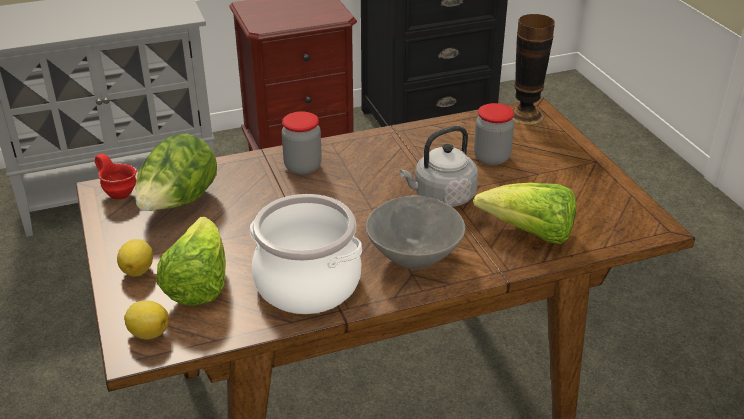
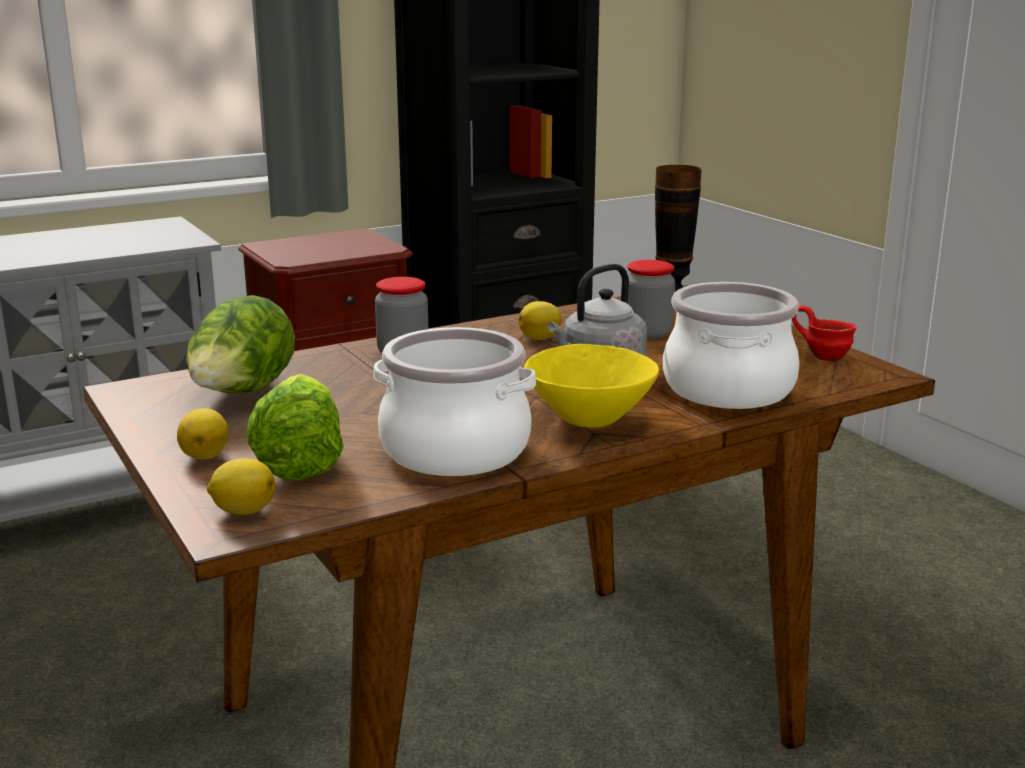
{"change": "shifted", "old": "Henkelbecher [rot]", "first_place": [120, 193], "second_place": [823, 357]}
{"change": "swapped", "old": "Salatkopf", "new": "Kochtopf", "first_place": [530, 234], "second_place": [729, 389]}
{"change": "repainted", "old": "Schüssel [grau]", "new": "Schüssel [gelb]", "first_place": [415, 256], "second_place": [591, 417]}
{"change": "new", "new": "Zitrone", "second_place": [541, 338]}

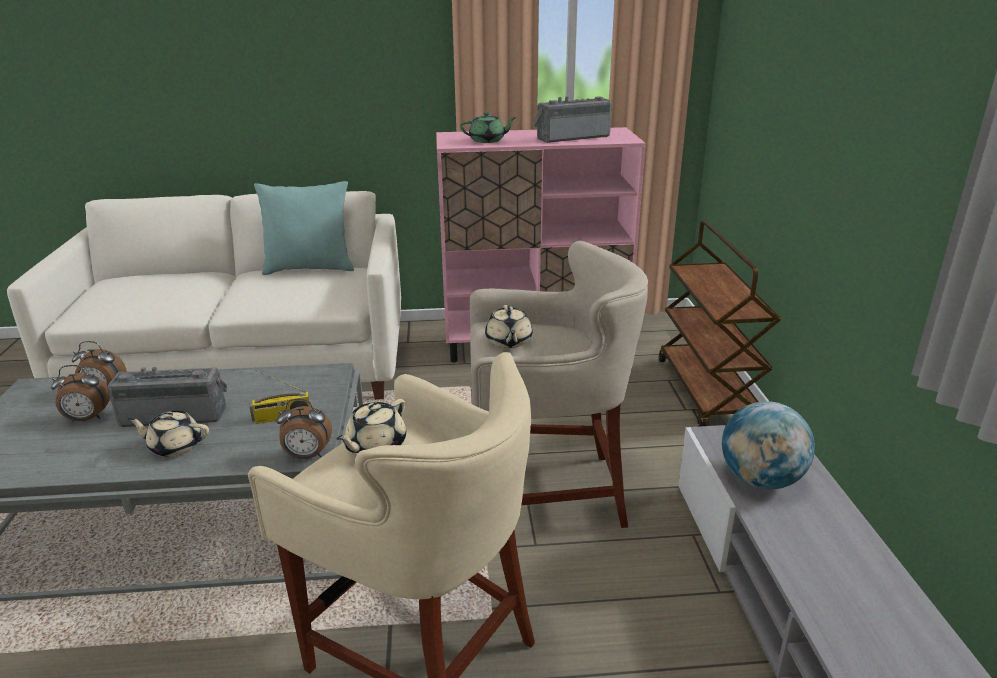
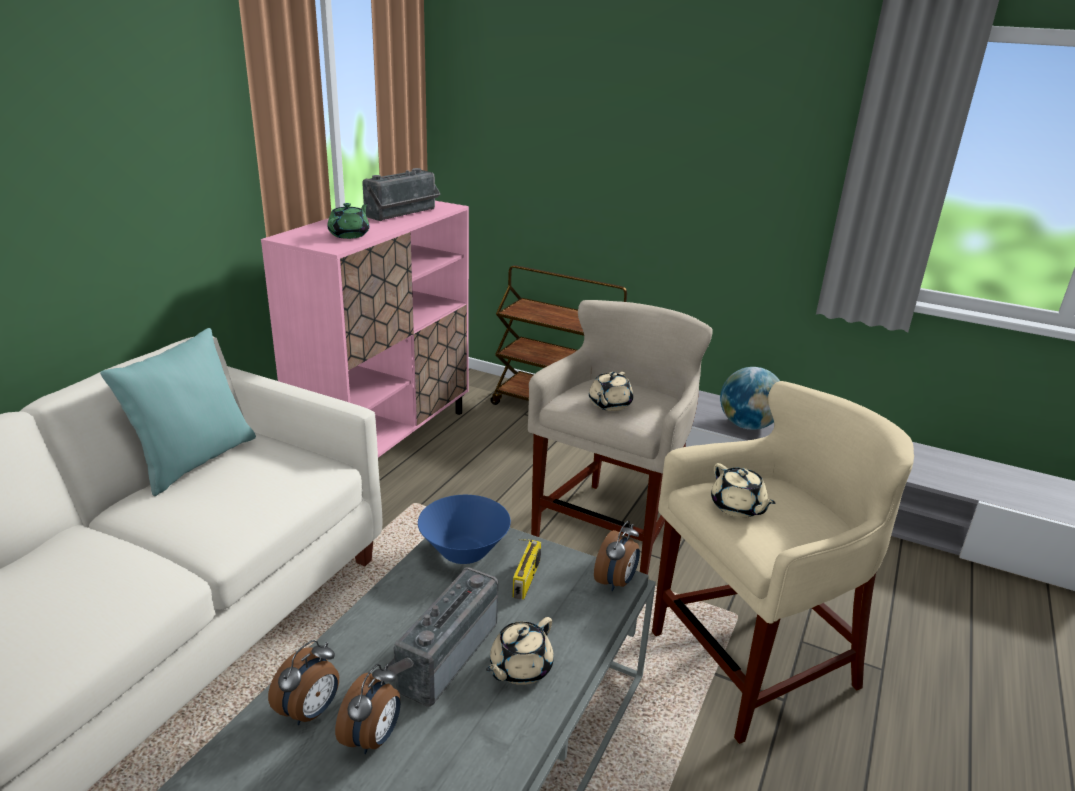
{"change": "rotated", "old": "Radio", "first_place": [571, 137], "second_place": [403, 214], "degrees": -150}
{"change": "rotated", "old": "Teekanne [beige]", "first_place": [508, 341], "second_place": [609, 404], "degrees": 90}
{"change": "new", "new": "Schüssel [blau]", "second_place": [464, 551]}

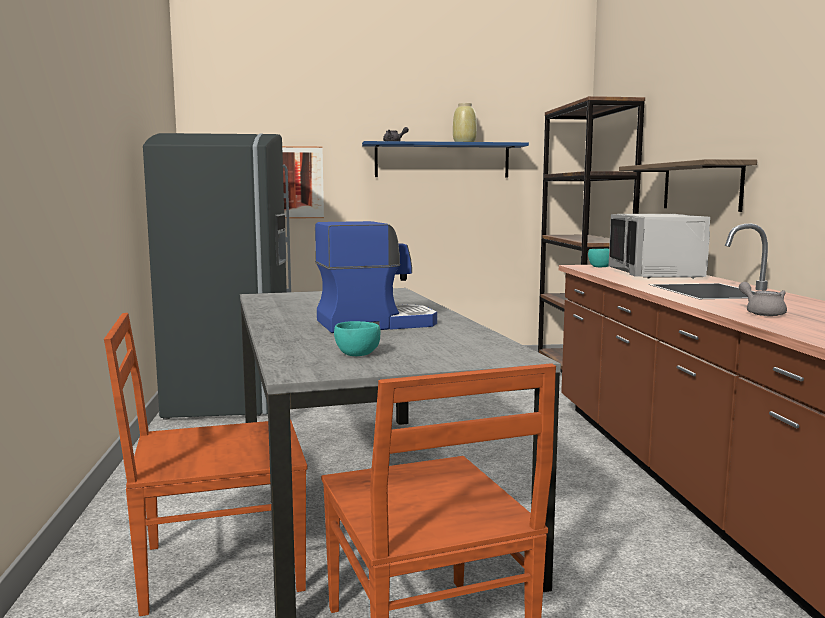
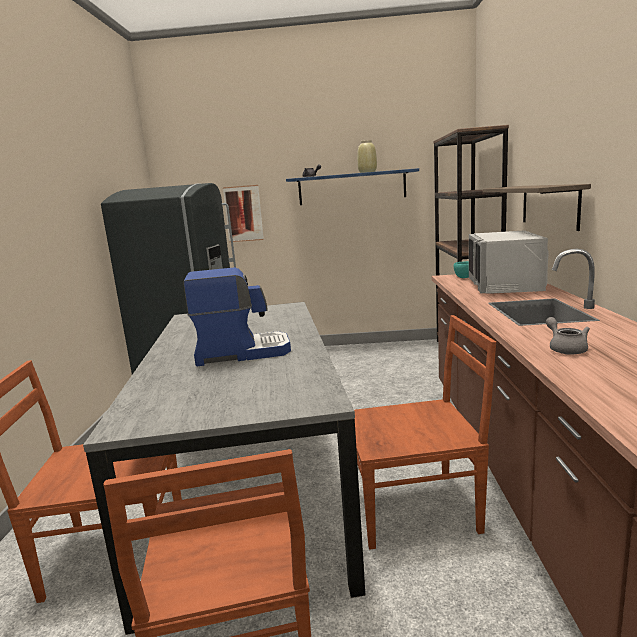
{"change": "gone", "old": "Schüssel [türkis]", "first_place": [358, 354]}
{"change": "new", "new": "Stuhl [braun]", "second_place": [416, 509]}

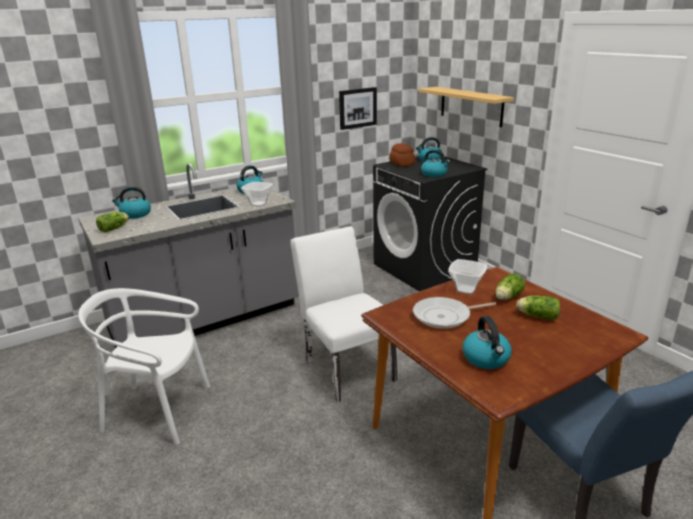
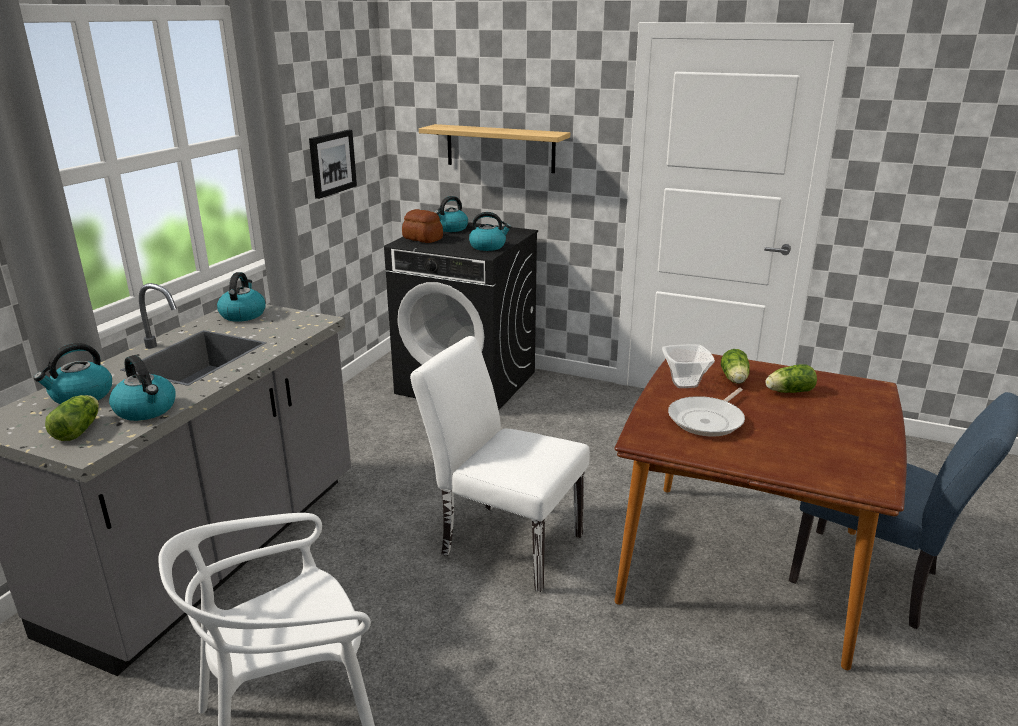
{"change": "gone", "old": "Schüssel", "first_place": [258, 204]}
{"change": "shifted", "old": "Wasserkessel", "first_place": [486, 358], "second_place": [146, 410]}

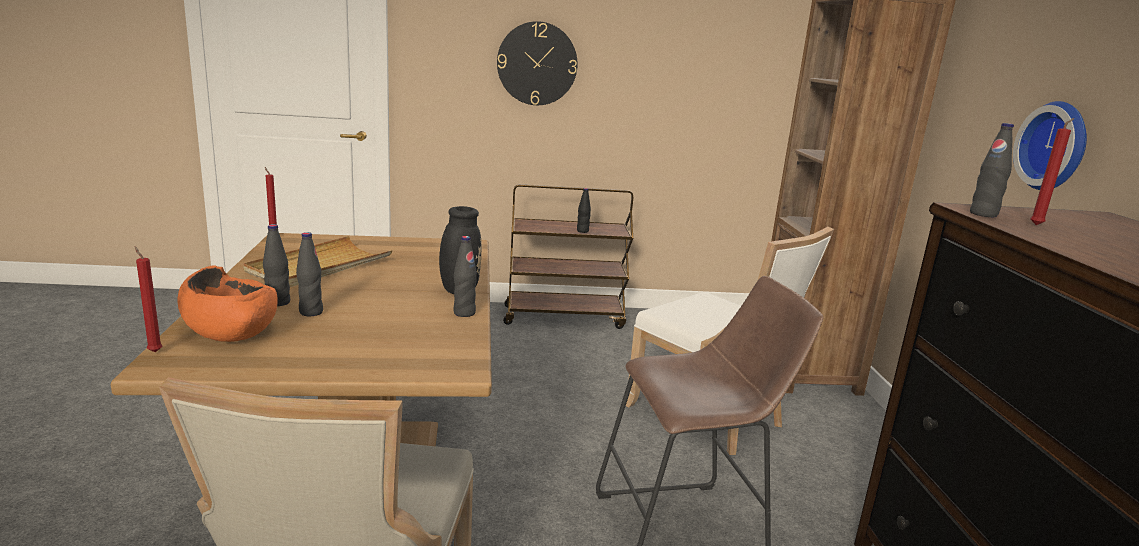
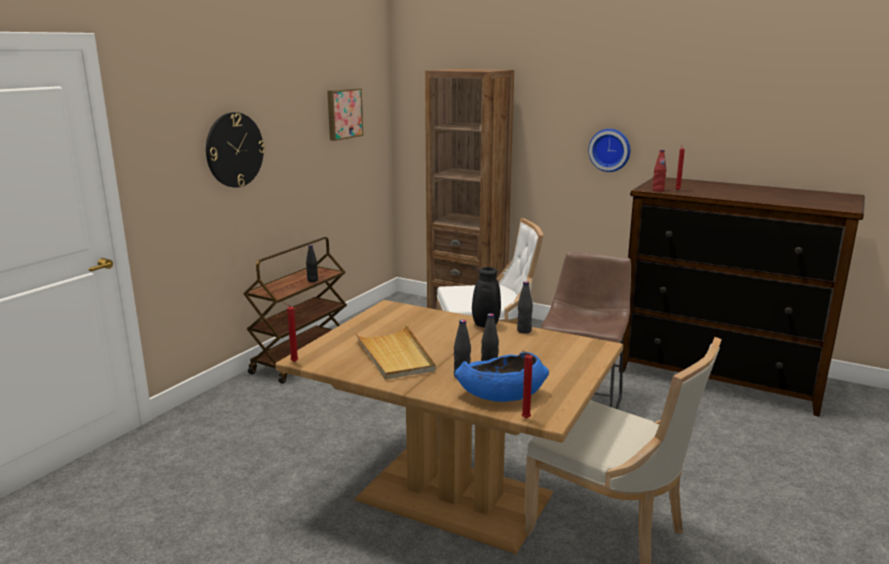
{"change": "repainted", "old": "Flasche [schwarz]", "new": "Flasche [rot]", "first_place": [983, 214], "second_place": [658, 190]}
{"change": "repainted", "old": "Schüssel [orange]", "new": "Schüssel [blau]", "first_place": [230, 328], "second_place": [500, 394]}
{"change": "new", "new": "Bild", "second_place": [343, 113]}

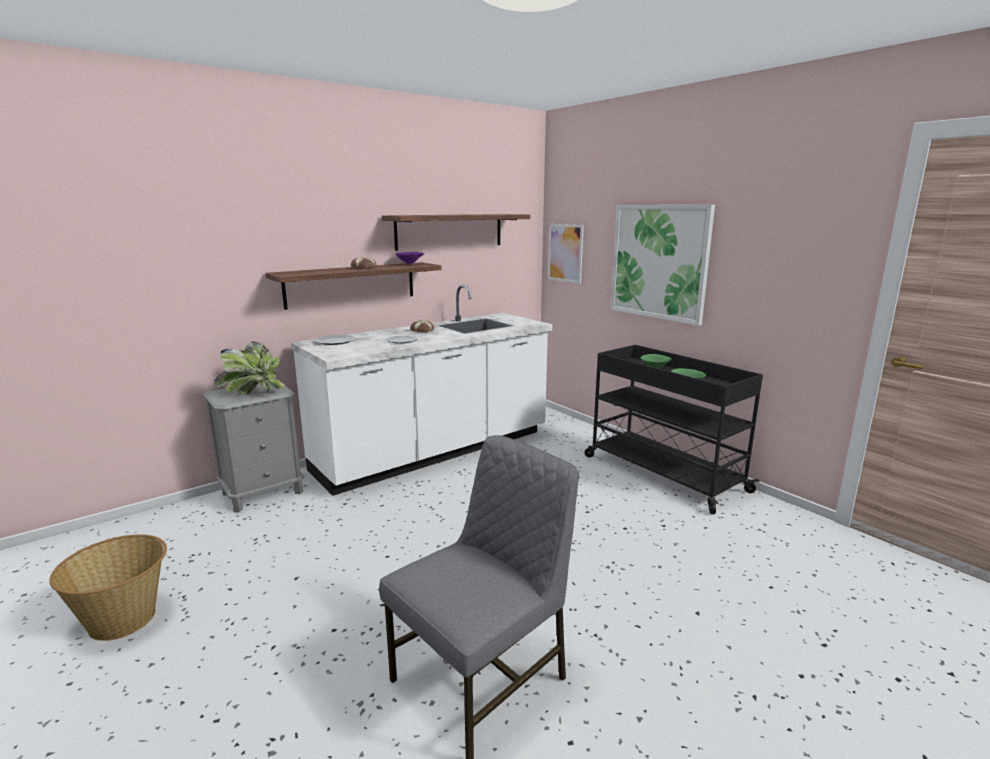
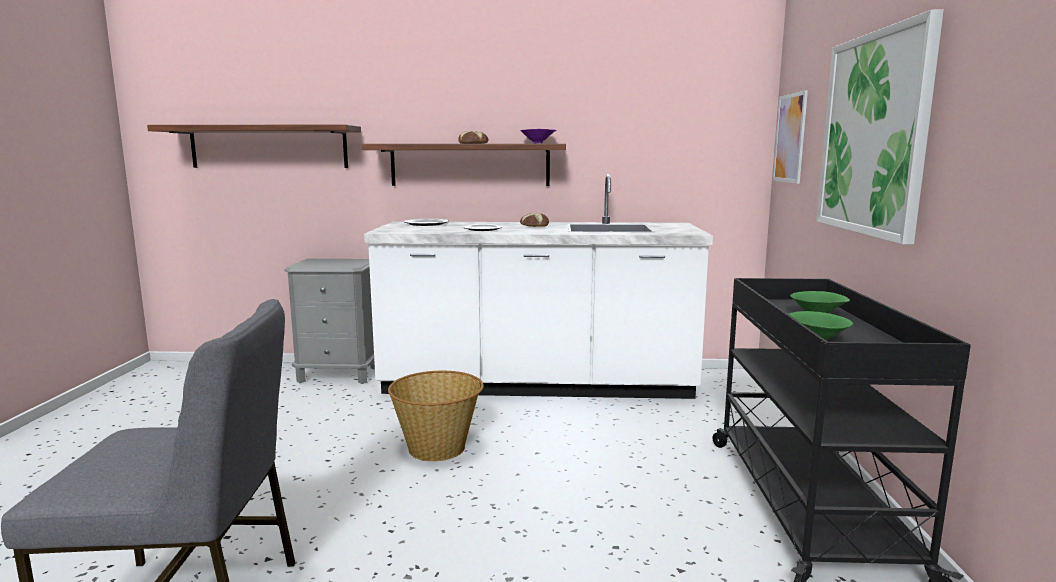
{"change": "shifted", "old": "Wandregal", "first_place": [450, 231], "second_place": [269, 147]}
{"change": "gone", "old": "Topfpflanze", "first_place": [252, 392]}
{"change": "shifted", "old": "Korb", "first_place": [124, 619], "second_place": [438, 448]}

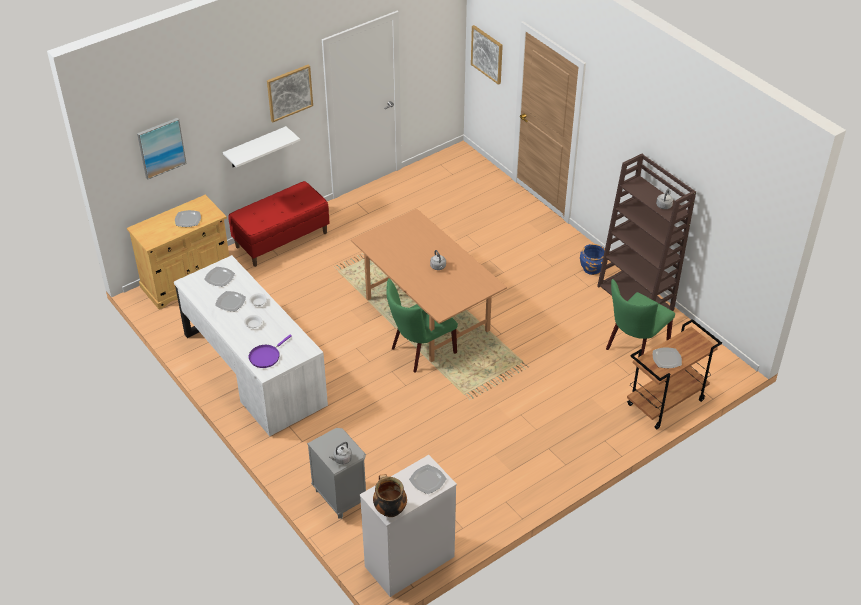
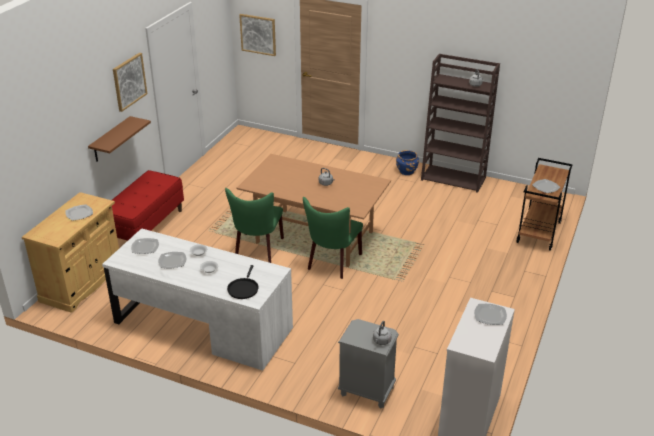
{"change": "gone", "old": "Bild", "first_place": [161, 148]}
{"change": "repainted", "old": "Wandregal [weiß]", "new": "Wandregal [braun]", "first_place": [255, 148], "second_place": [111, 140]}
{"change": "shifted", "old": "Stuhl [grün]", "first_place": [634, 347], "second_place": [257, 250]}
{"change": "repainted", "old": "Pfanne [lila]", "new": "Pfanne [schwarz]", "first_place": [266, 356], "second_place": [243, 289]}
{"change": "gone", "old": "Kochtopf", "first_place": [389, 509]}

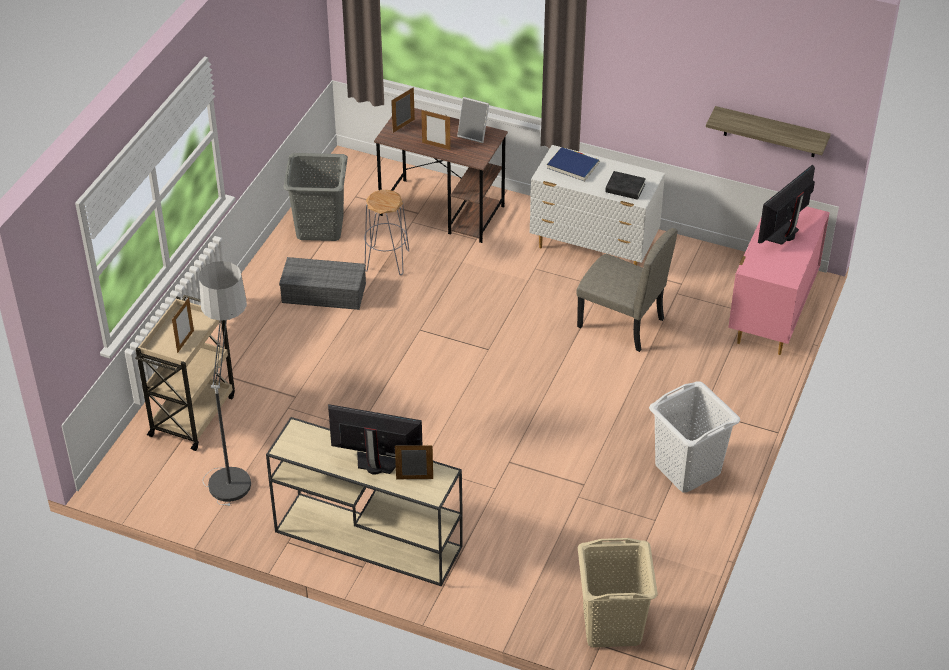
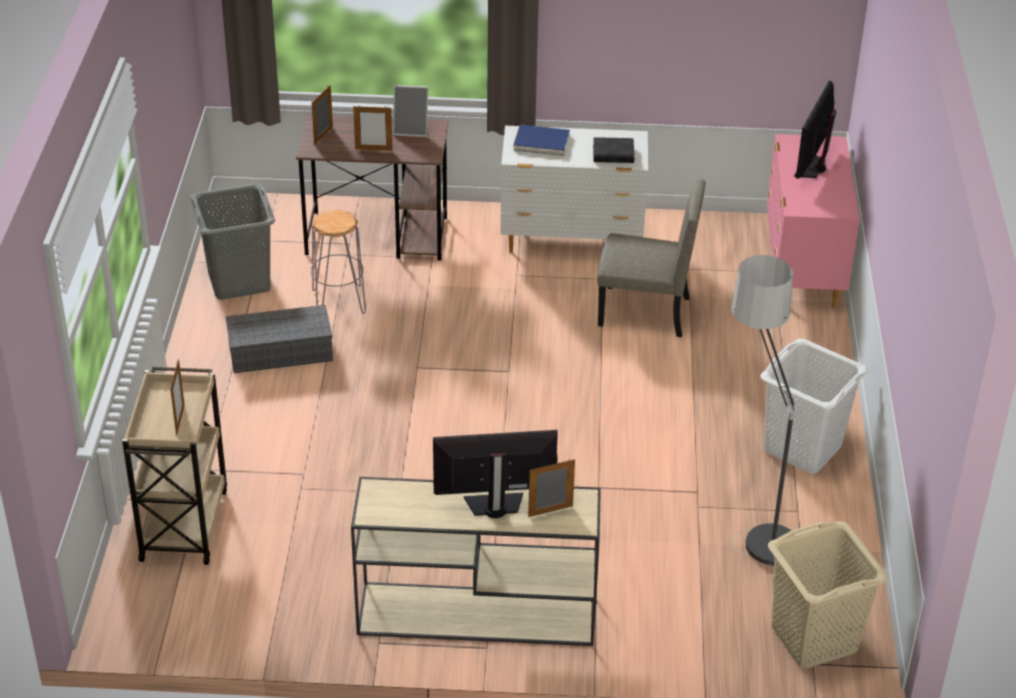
{"change": "gone", "old": "Wandregal", "first_place": [770, 132]}
{"change": "shifted", "old": "Stehlampe", "first_place": [233, 461], "second_place": [753, 518]}

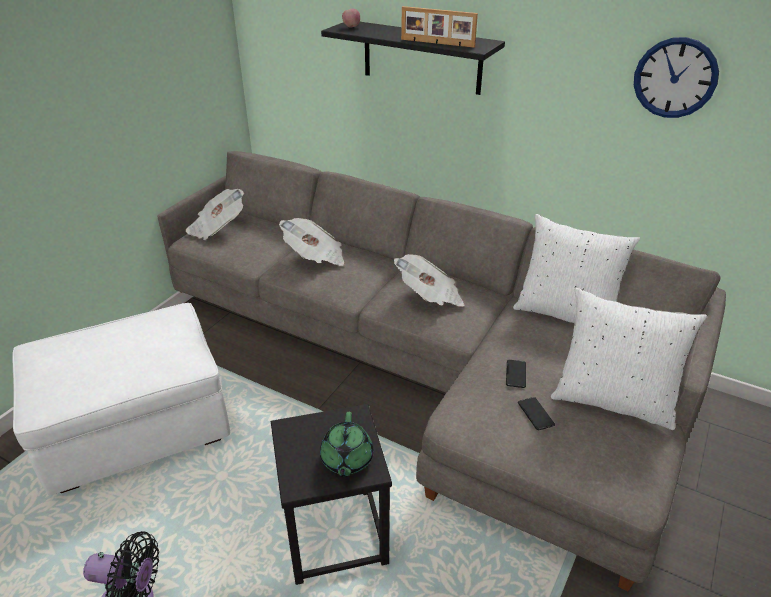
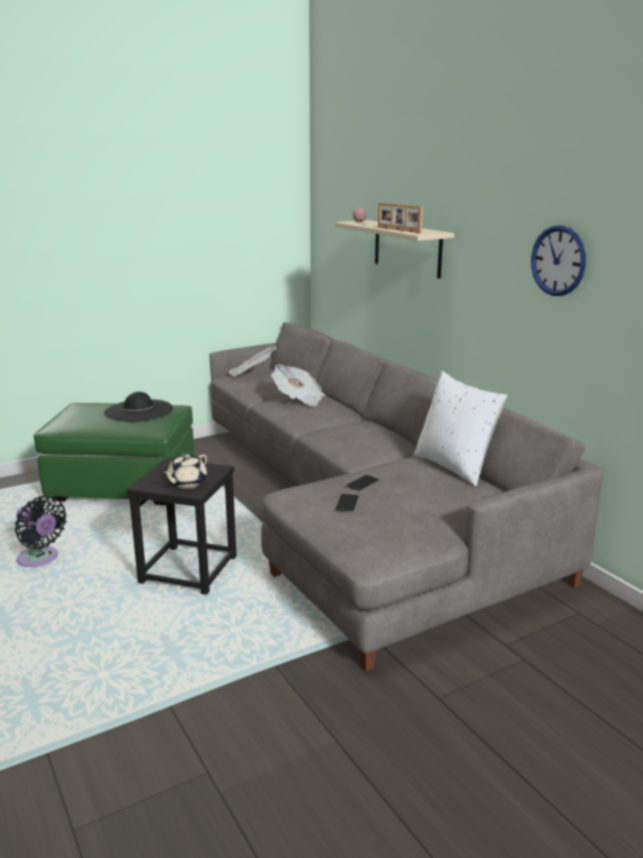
{"change": "repainted", "old": "Wandregal [schwarz]", "new": "Wandregal [beige]", "first_place": [421, 57], "second_place": [407, 248]}
{"change": "gone", "old": "Zeitung", "first_place": [429, 297]}
{"change": "gone", "old": "Kissen [weiß]", "first_place": [612, 400]}
{"change": "repainted", "old": "Polsterhocker [weiß]", "new": "Polsterhocker [grün]", "first_place": [136, 429], "second_place": [123, 486]}
{"change": "repainted", "old": "Teekanne [grün]", "new": "Teekanne [beige]", "first_place": [346, 460], "second_place": [186, 483]}
{"change": "new", "new": "Hut [schwarz]", "second_place": [138, 411]}

